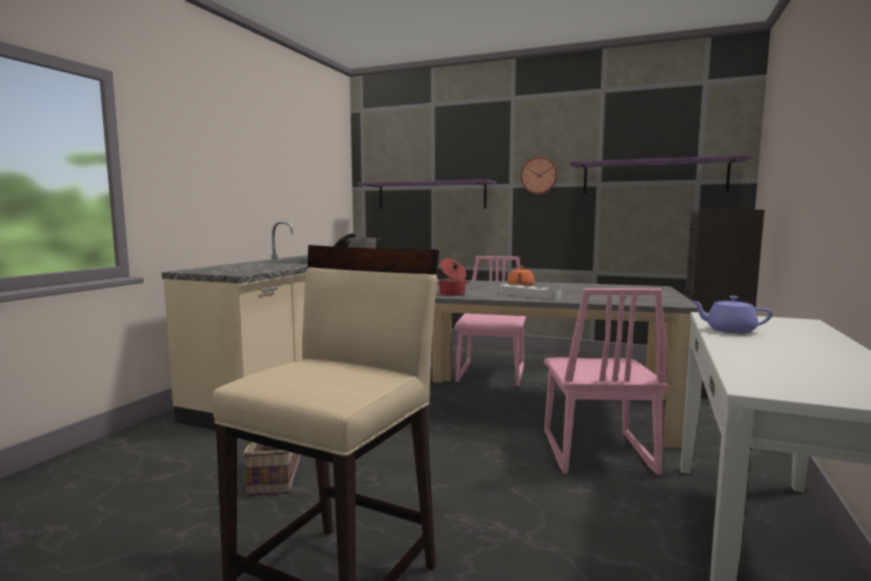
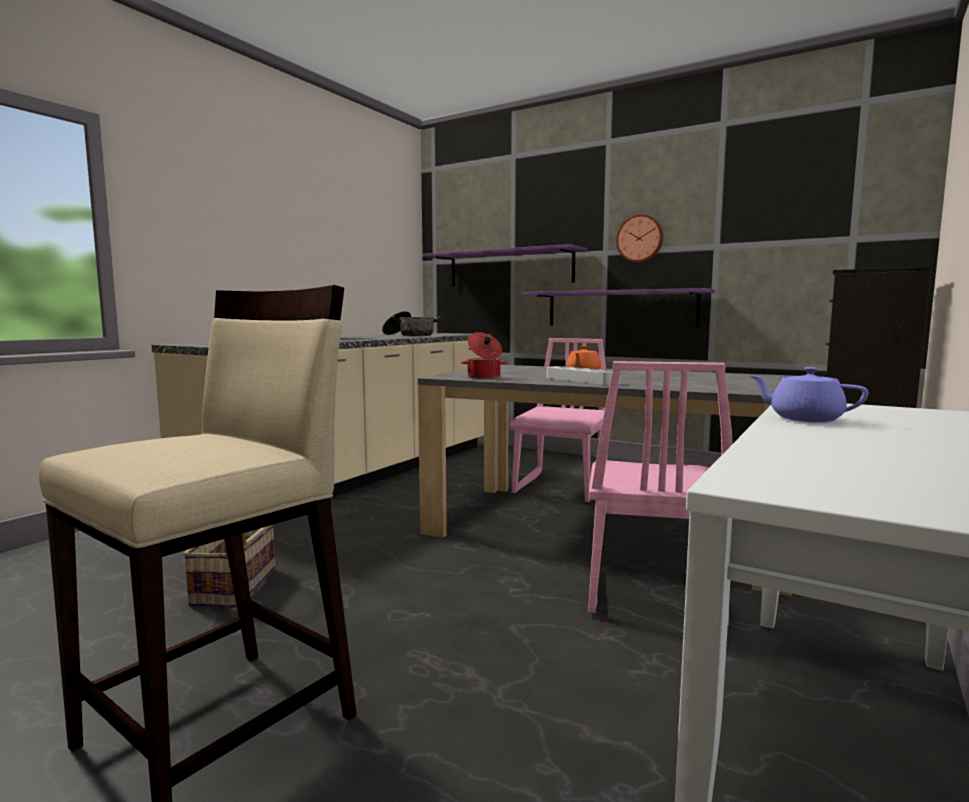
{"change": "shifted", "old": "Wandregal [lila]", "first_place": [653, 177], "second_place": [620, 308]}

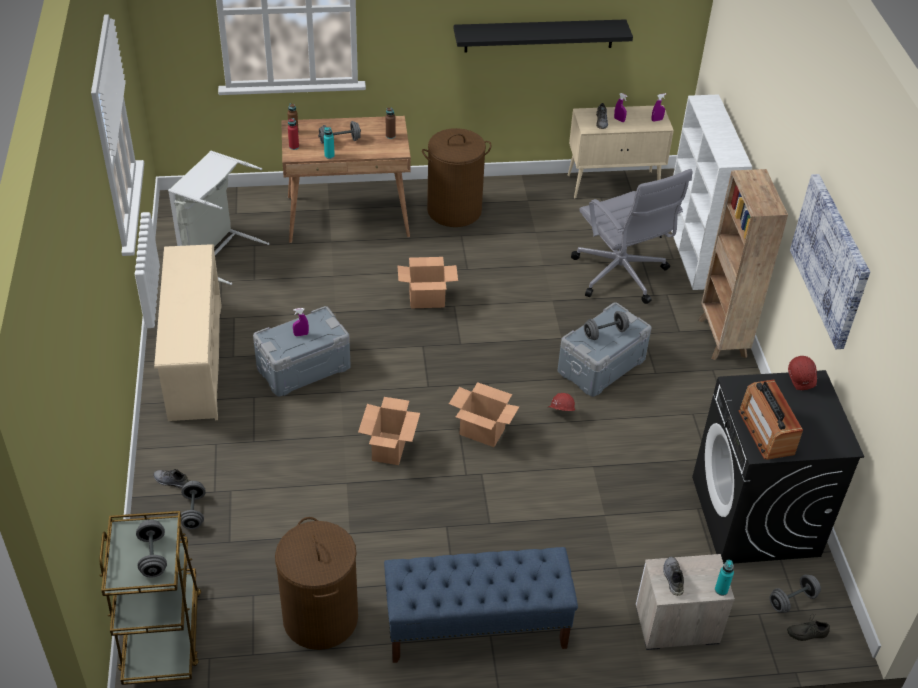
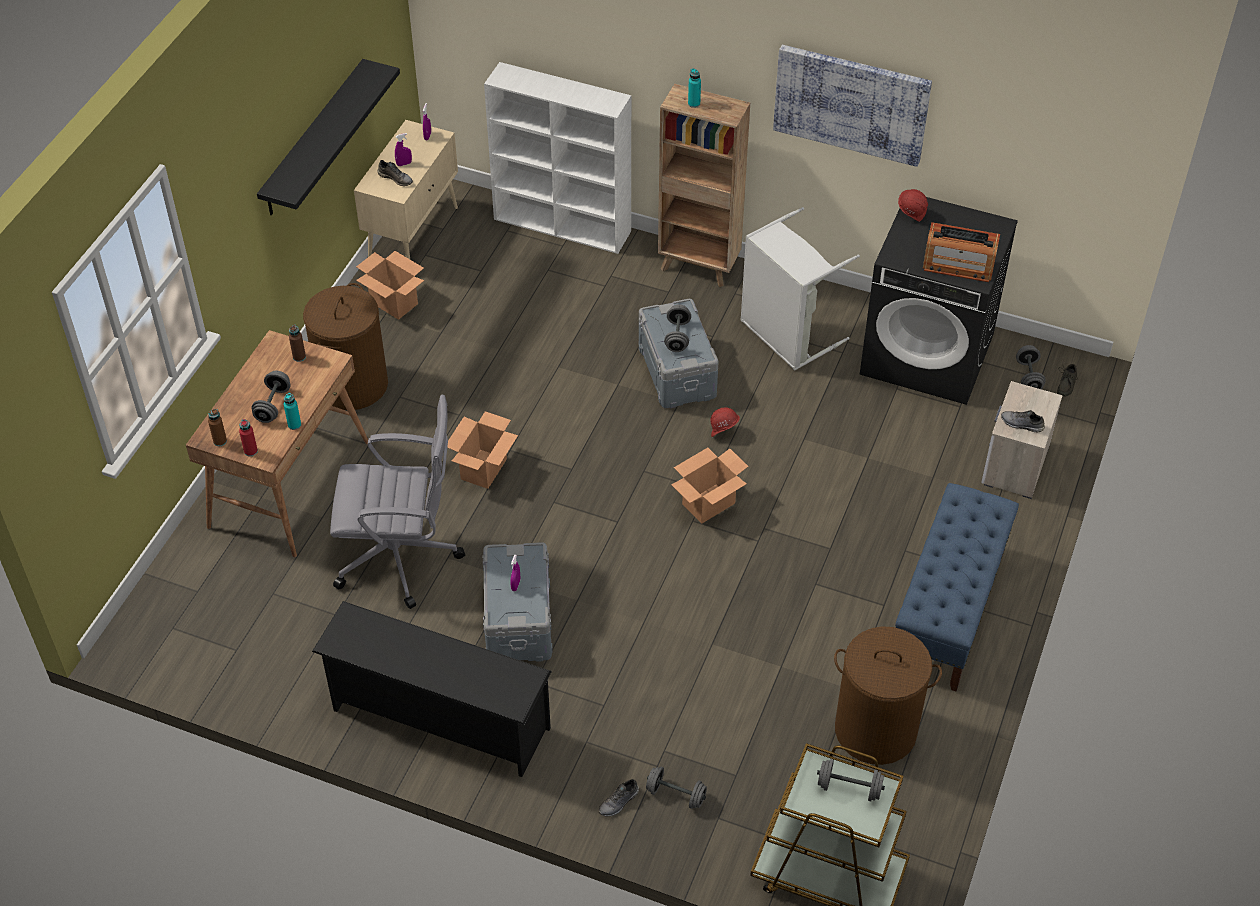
{"change": "shifted", "old": "Wäschekorb [grau]", "first_place": [217, 253], "second_place": [785, 335]}
{"change": "shifted", "old": "Bürostuhl [grau]", "first_place": [620, 275], "second_place": [401, 556]}
{"change": "repainted", "old": "Schuhregal [beige]", "new": "Schuhregal [schwarz]", "first_place": [194, 360], "second_place": [438, 720]}
{"change": "shifted", "old": "Karton", "first_place": [389, 448], "second_place": [393, 303]}
{"change": "shifted", "old": "Flasche [türkis]", "first_place": [721, 590], "second_place": [694, 103]}

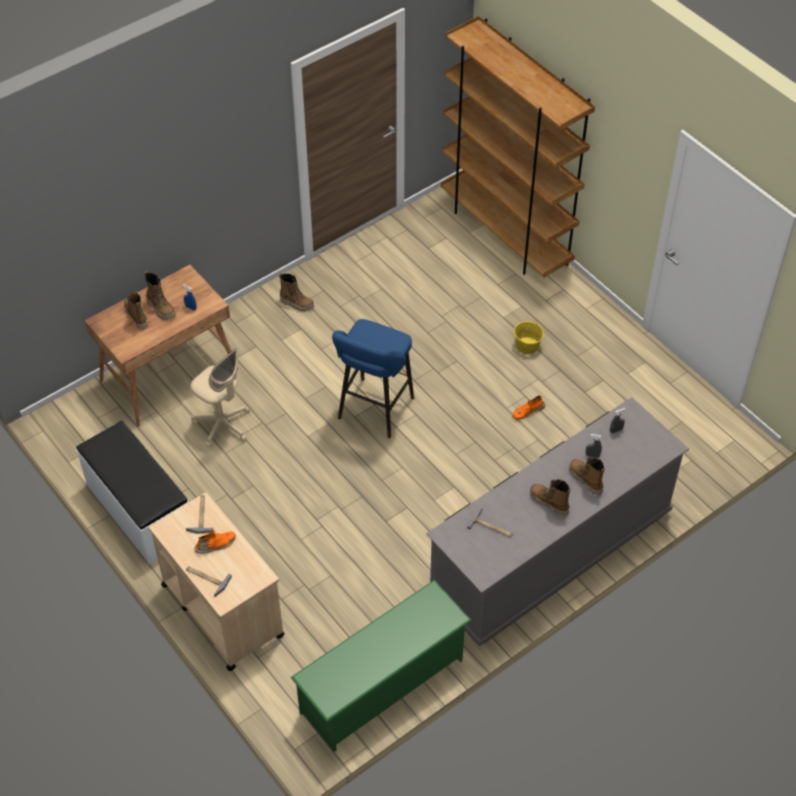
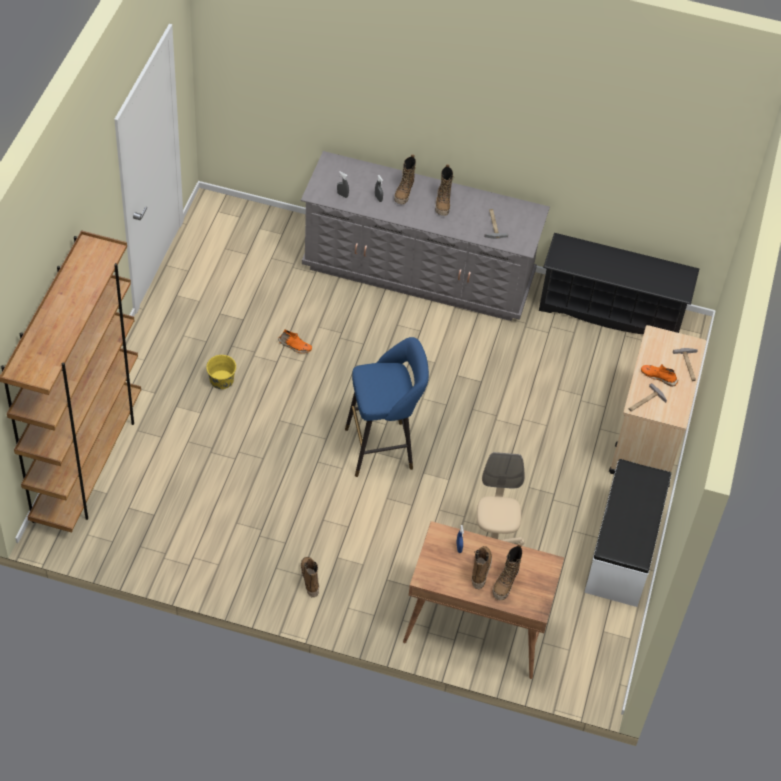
{"change": "repainted", "old": "Schuhregal [grün]", "new": "Schuhregal [schwarz]", "first_place": [382, 686], "second_place": [611, 311]}

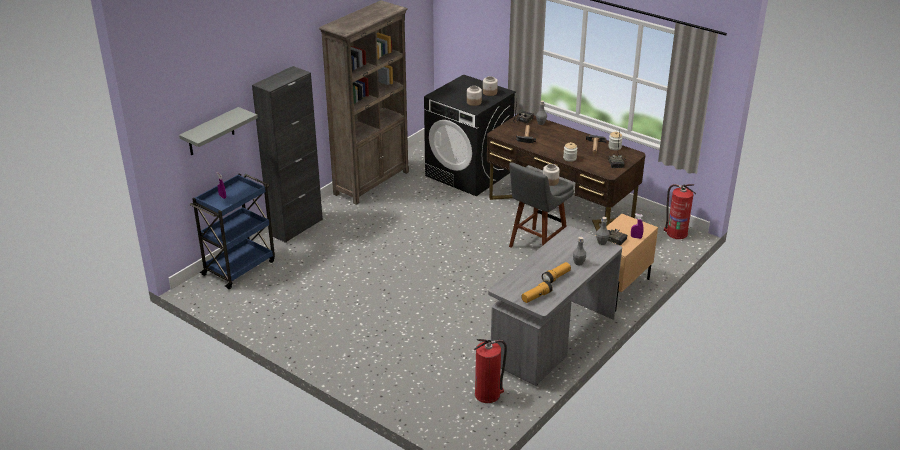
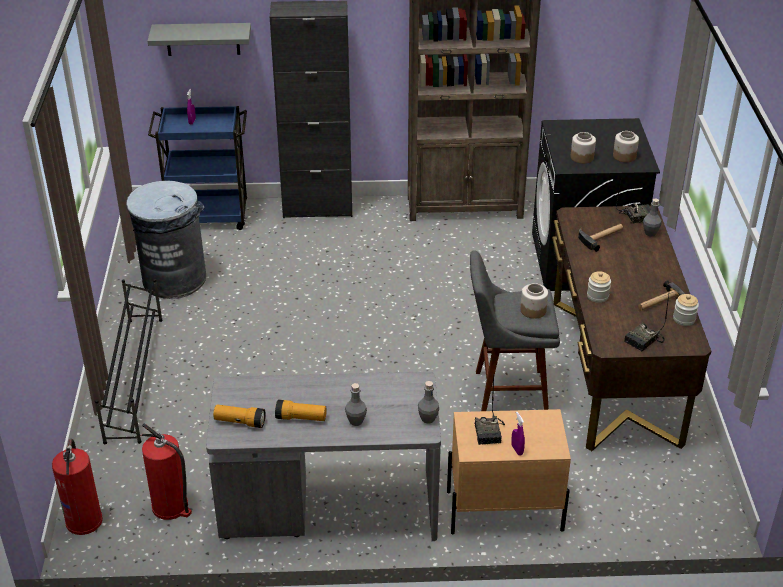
{"change": "shifted", "old": "Feuerlöscher", "first_place": [676, 233], "second_place": [84, 520]}
{"change": "new", "new": "Mülleimer [grau]", "second_place": [174, 279]}
{"change": "new", "new": "Schuhregal [schwarz]", "second_place": [135, 377]}

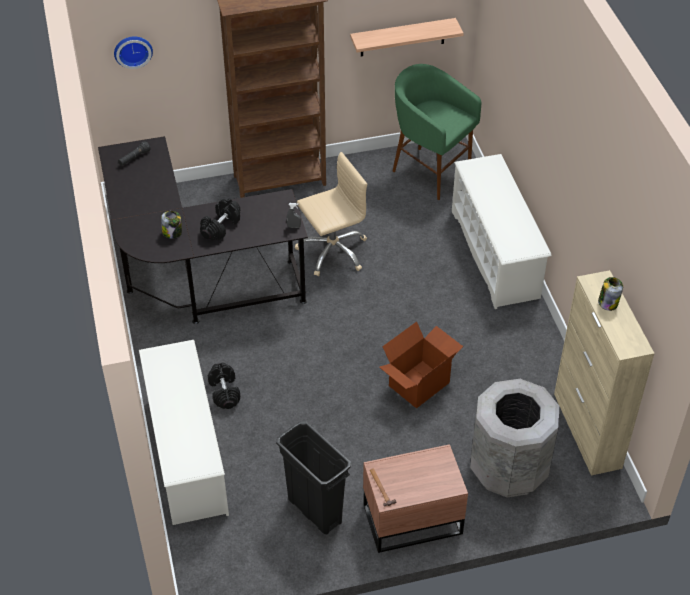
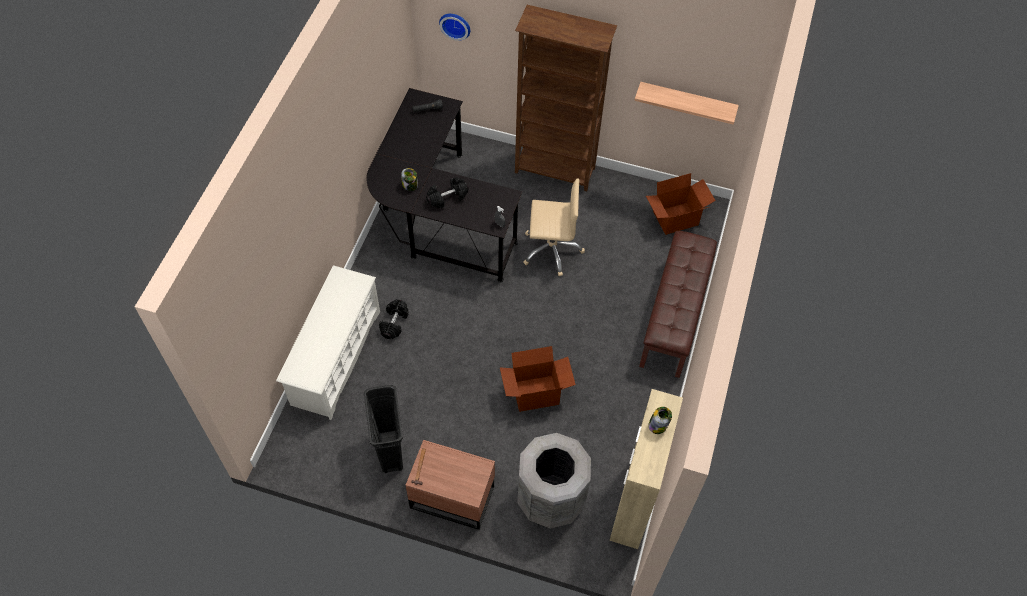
{"change": "swapped", "old": "Hocker [grün]", "new": "Karton", "first_place": [429, 172], "second_place": [676, 219]}
{"change": "swapped", "old": "Schuhregal [weiß]", "new": "Bank [braun]", "first_place": [495, 254], "second_place": [675, 316]}

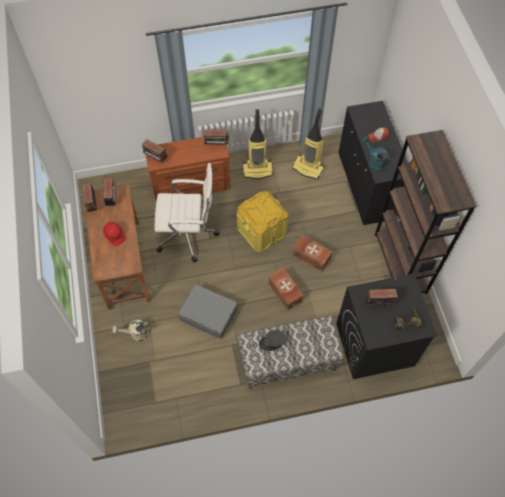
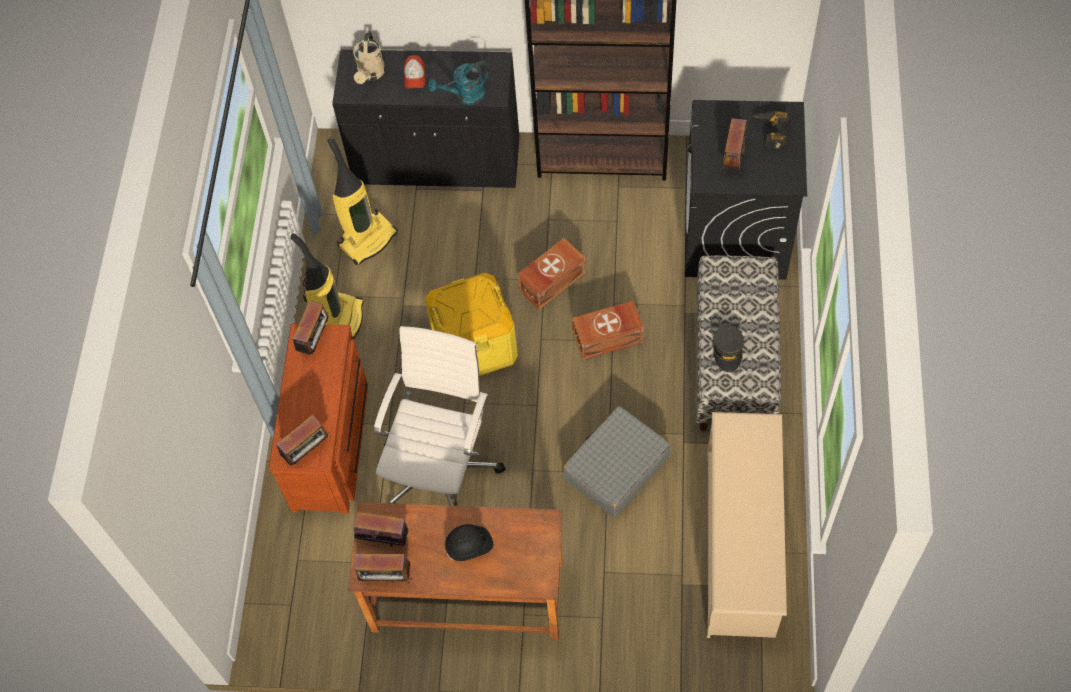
{"change": "repainted", "old": "Schutzhelm [rot]", "new": "Schutzhelm [schwarz]", "first_place": [114, 235], "second_place": [469, 546]}
{"change": "shifted", "old": "Gießkanne [beige]", "first_place": [136, 334], "second_place": [370, 74]}
{"change": "new", "new": "Schuhregal [beige]", "second_place": [740, 545]}

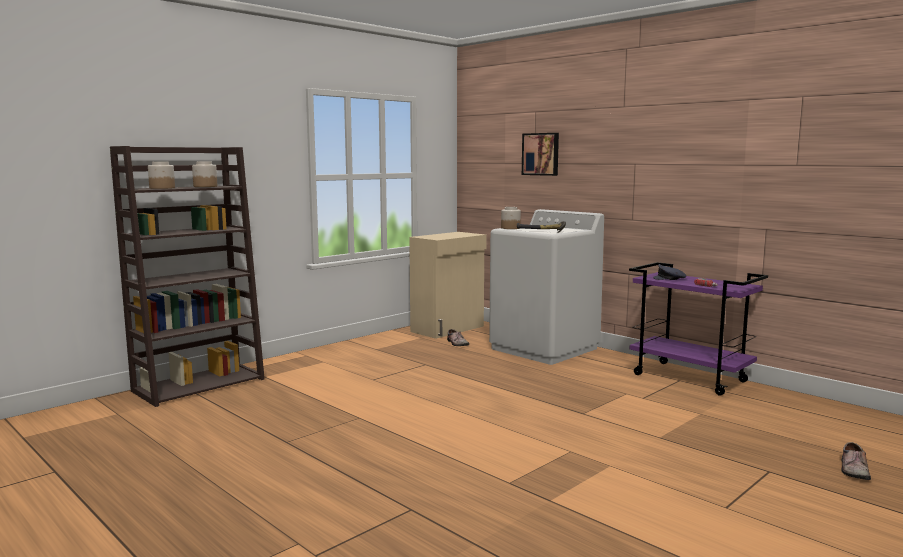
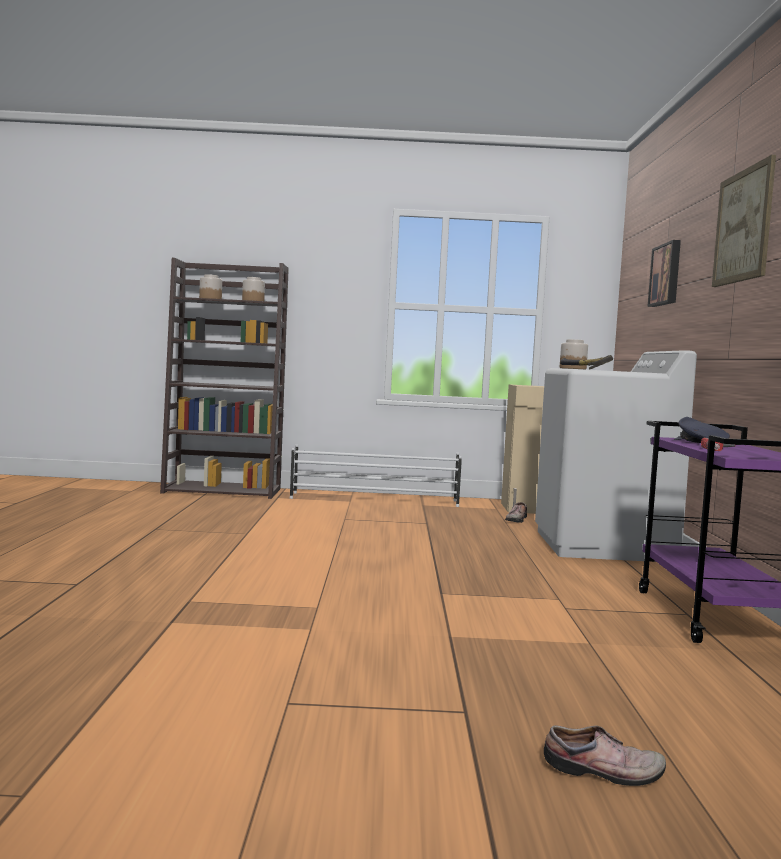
{"change": "rotated", "old": "Schuh", "first_place": [852, 470], "second_place": [604, 772], "degrees": -150}
{"change": "new", "new": "Bild", "second_place": [743, 226]}
{"change": "new", "new": "Schuhregal [weiß]", "second_place": [375, 499]}

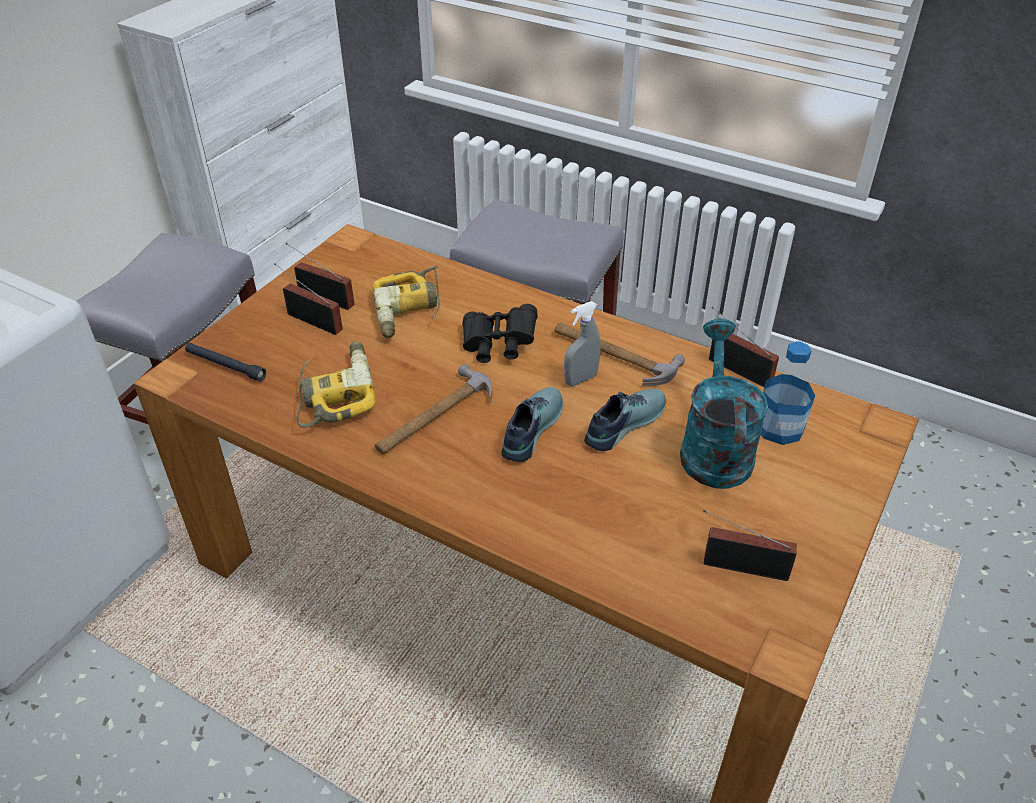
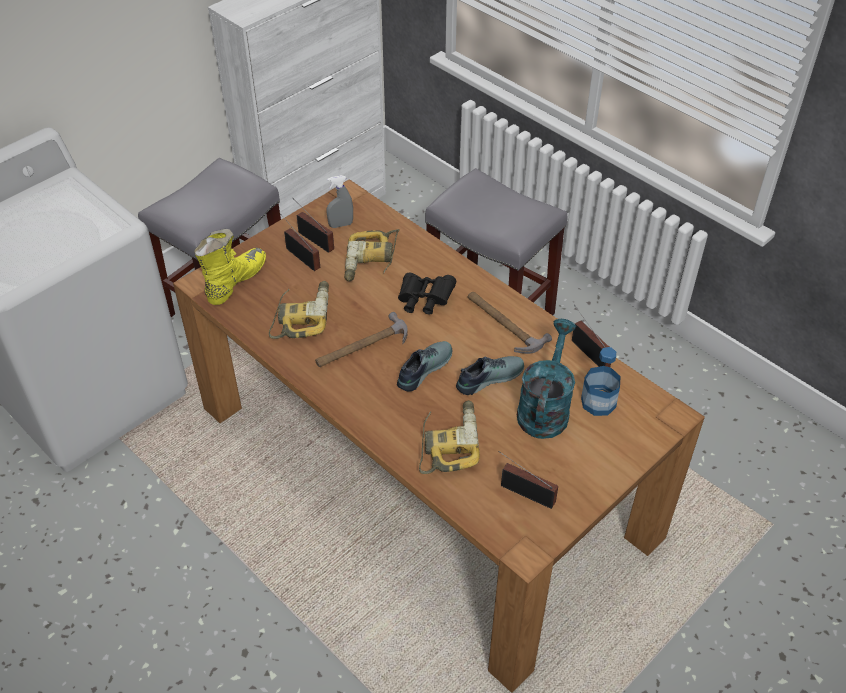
{"change": "shifted", "old": "Sprühflasche [grau]", "first_place": [580, 379], "second_place": [341, 225]}
{"change": "swapped", "old": "Taschenlampe [schwarz]", "new": "Stiefel [gelb]", "first_place": [225, 366], "second_place": [234, 281]}
{"change": "new", "new": "Bohrmaschine", "second_place": [448, 442]}

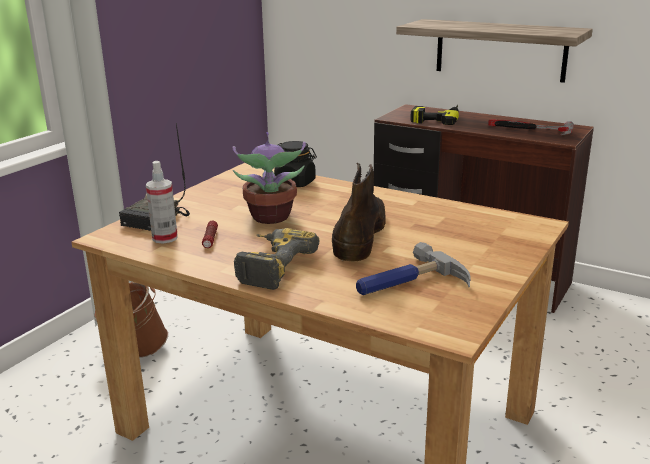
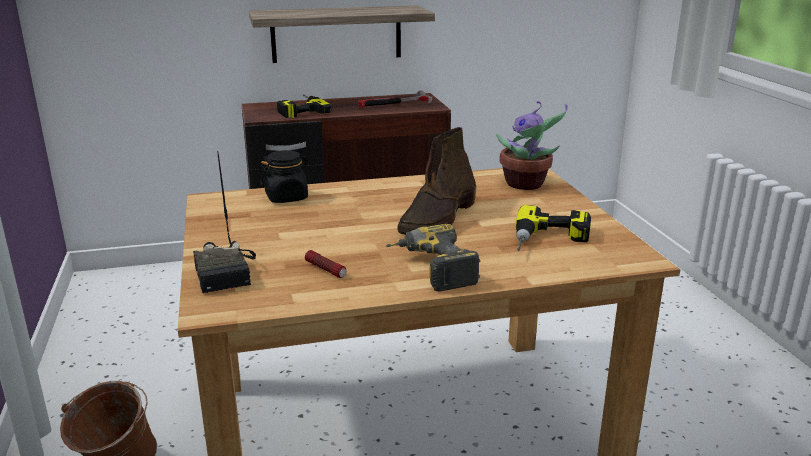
{"change": "shifted", "old": "Topfpflanze", "first_place": [270, 218], "second_place": [526, 185]}
{"change": "gone", "old": "Sprühflasche", "first_place": [165, 238]}
{"change": "rotated", "old": "Stiefel [braun]", "first_place": [360, 234], "second_place": [438, 219], "degrees": -120}
{"change": "swapped", "old": "Hammer", "new": "Bohrmaschine", "first_place": [408, 284], "second_place": [549, 241]}

